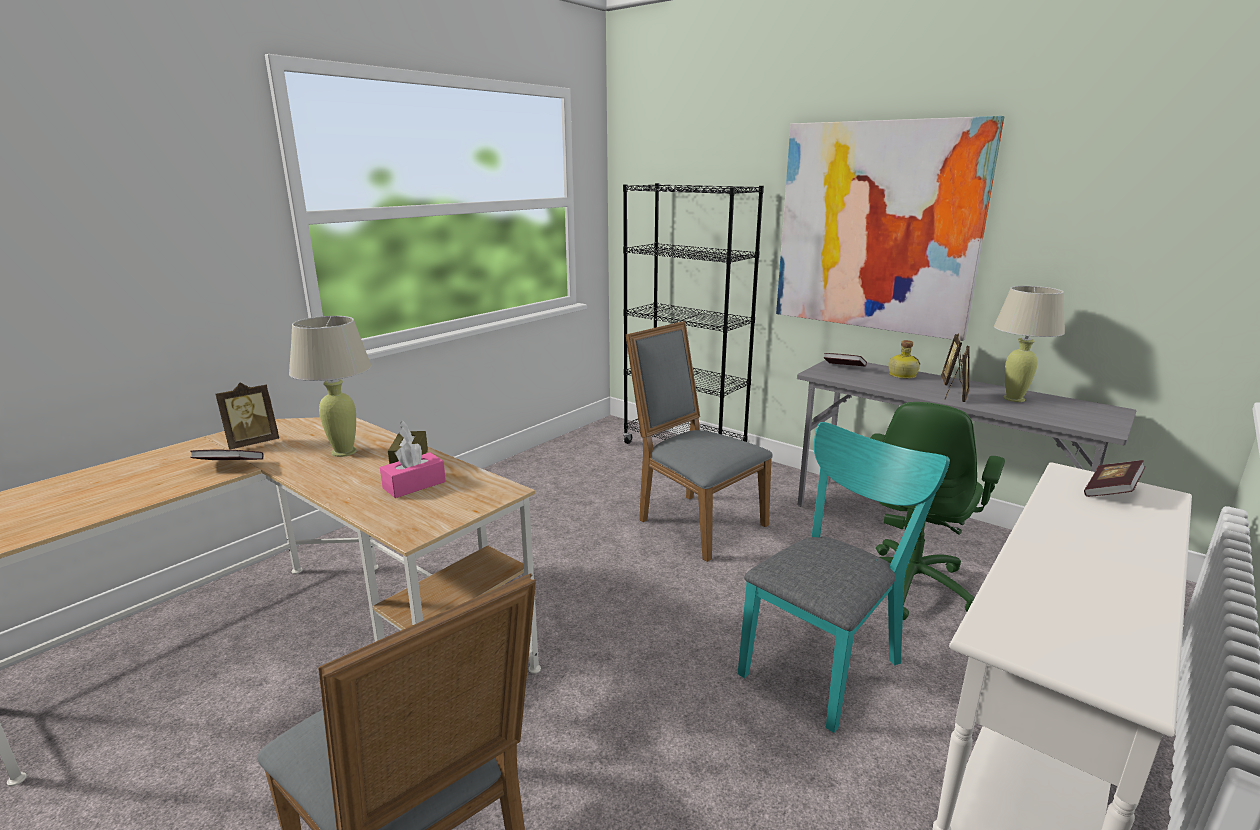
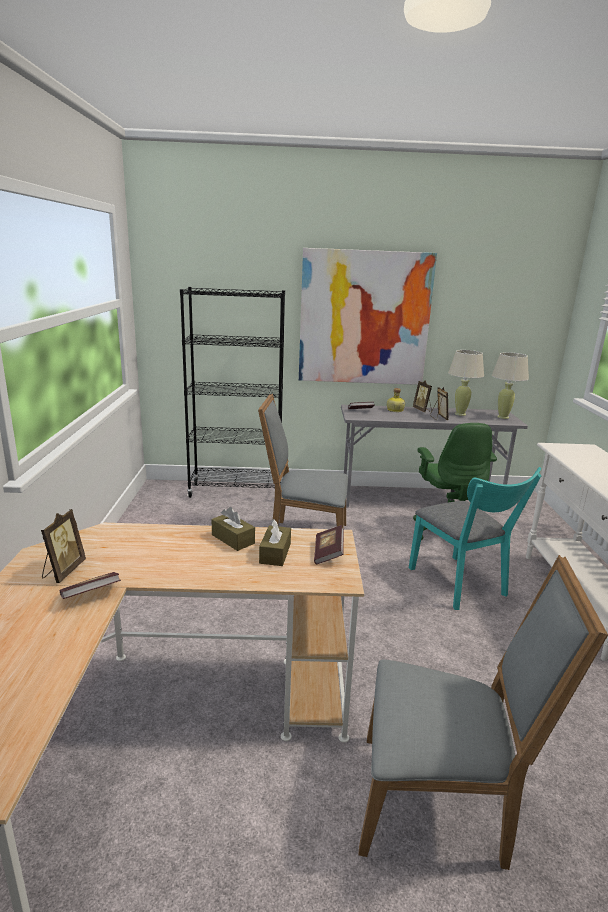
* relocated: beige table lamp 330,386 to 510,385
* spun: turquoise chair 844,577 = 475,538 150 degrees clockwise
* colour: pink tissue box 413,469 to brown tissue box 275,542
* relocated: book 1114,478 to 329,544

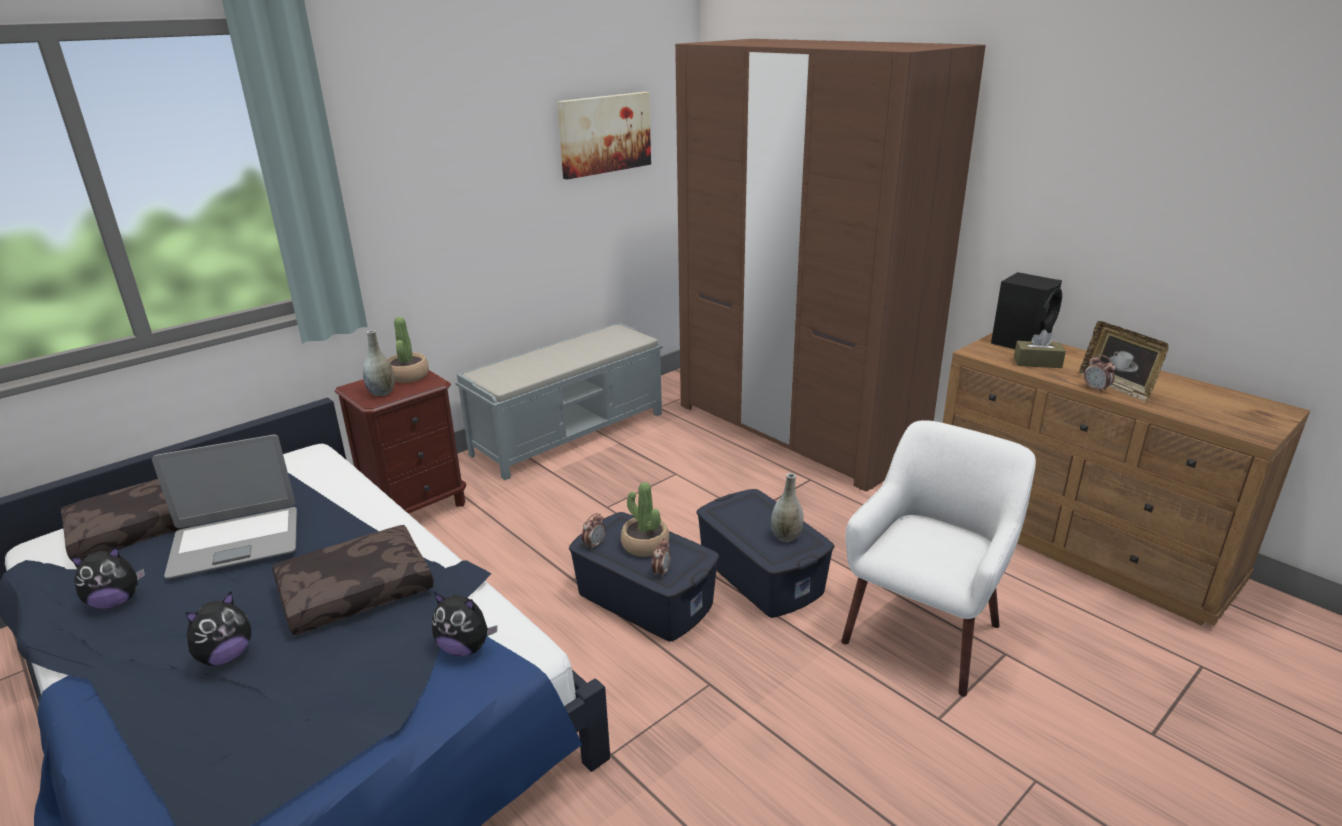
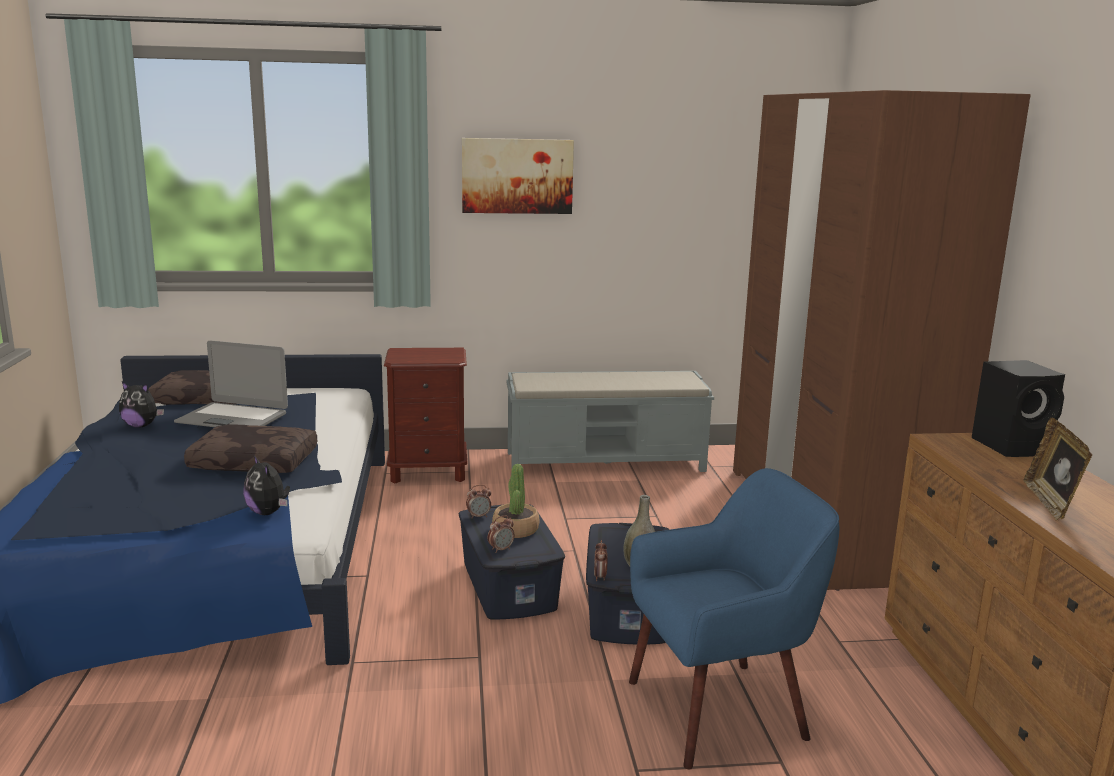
* relocated: picture 604,136 to 518,176
* missing: potted plant 408,350
* missing: brown tissue box 1040,348
* missing: grey vase 379,363
* relocated: alarm clock 1100,374 to 601,560
* colour: white armchair 938,558 to blue armchair 734,618
* missing: plush toy 218,629

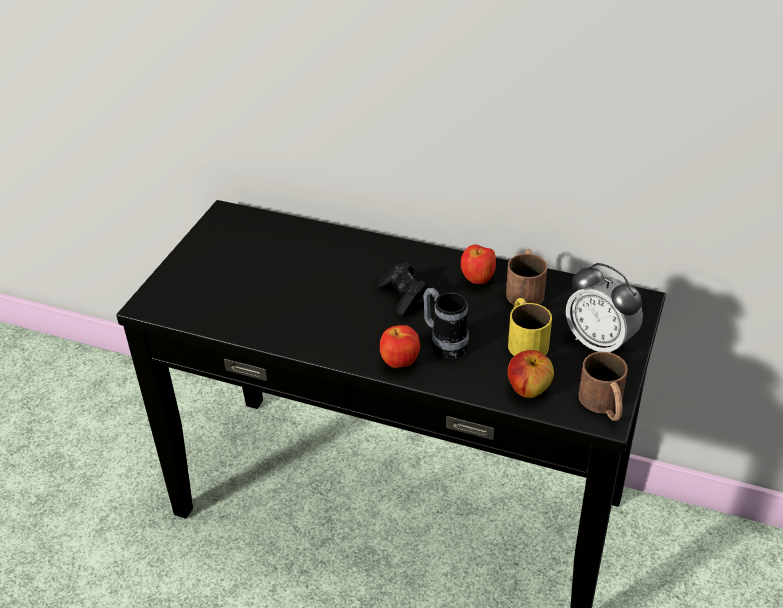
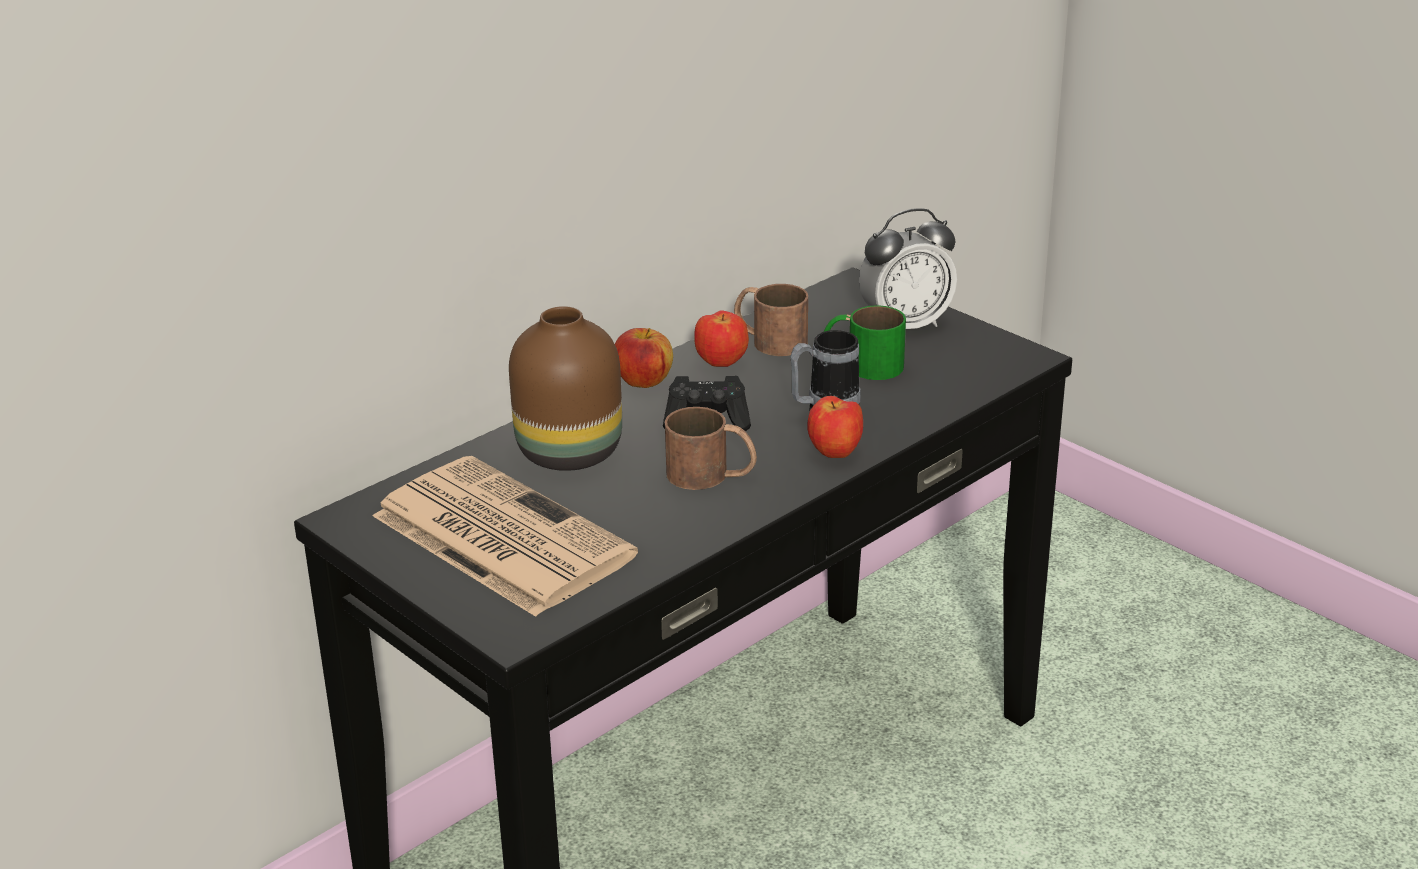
* colour: yellow mug 530,327 to green mug 864,342
* relocated: apple 531,374 to 644,358
* relocated: brown mug 603,386 to 711,448
* appeared: brown vase 565,388
* appeared: newspaper 505,536

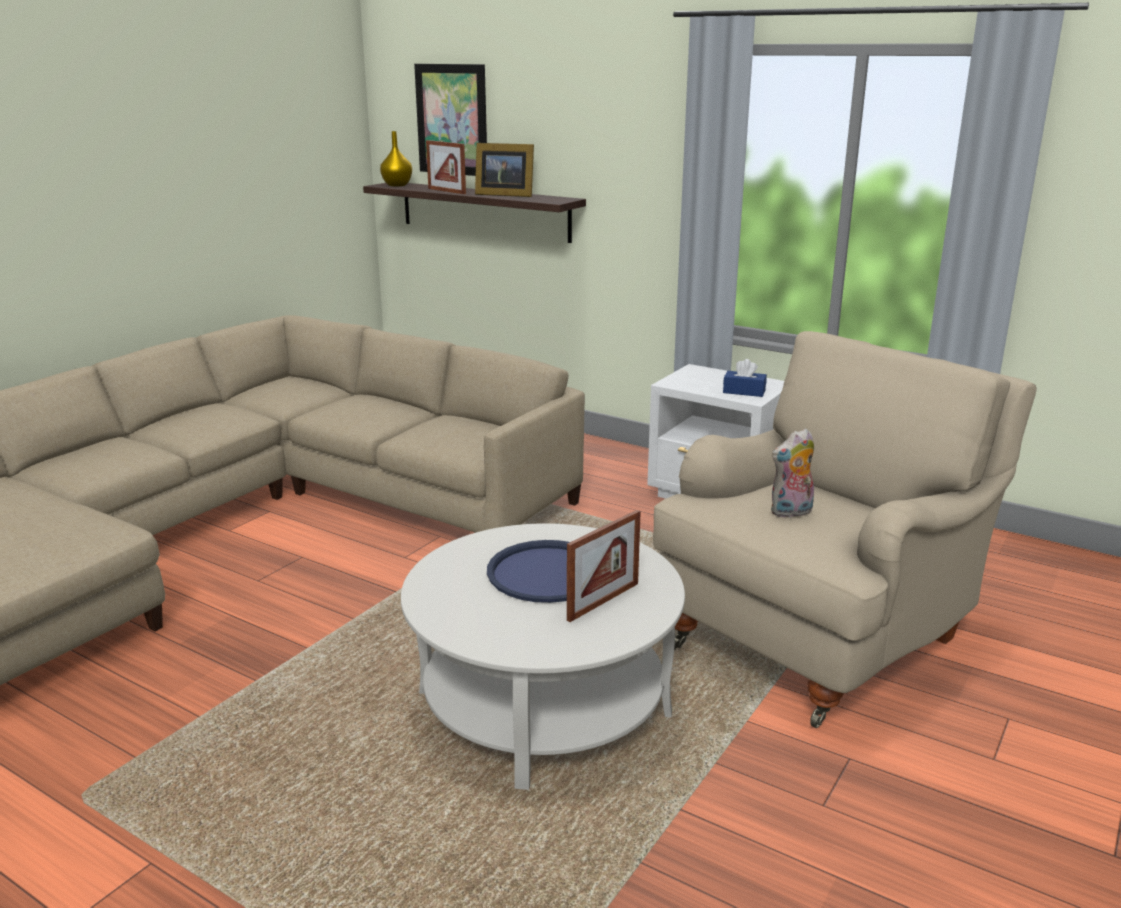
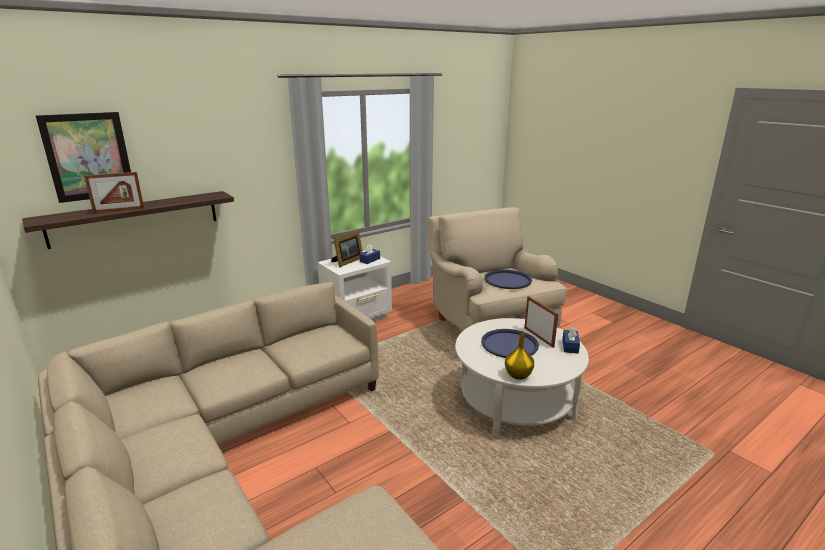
* relocated: yellow vase 396,159 to 519,356
* relocated: picture frame 504,170 to 347,248
* exchanged: plush toy 792,473 to blue tray 508,279
* appeared: blue tissue box 571,340

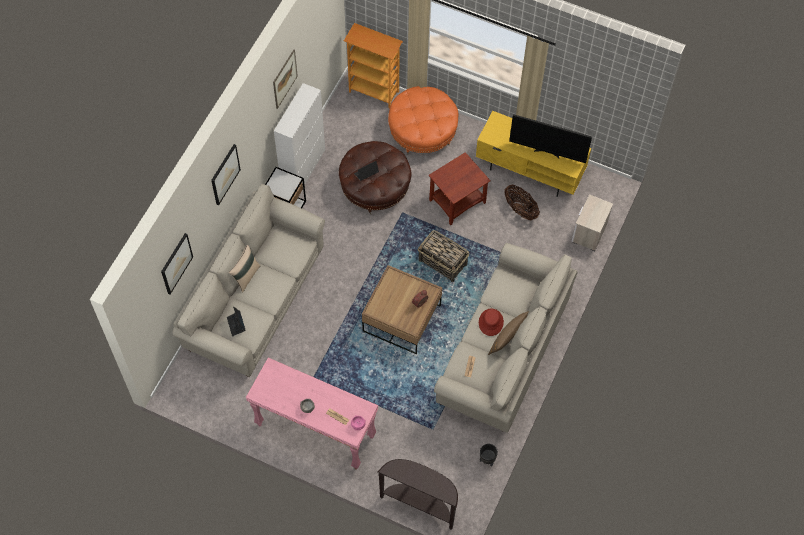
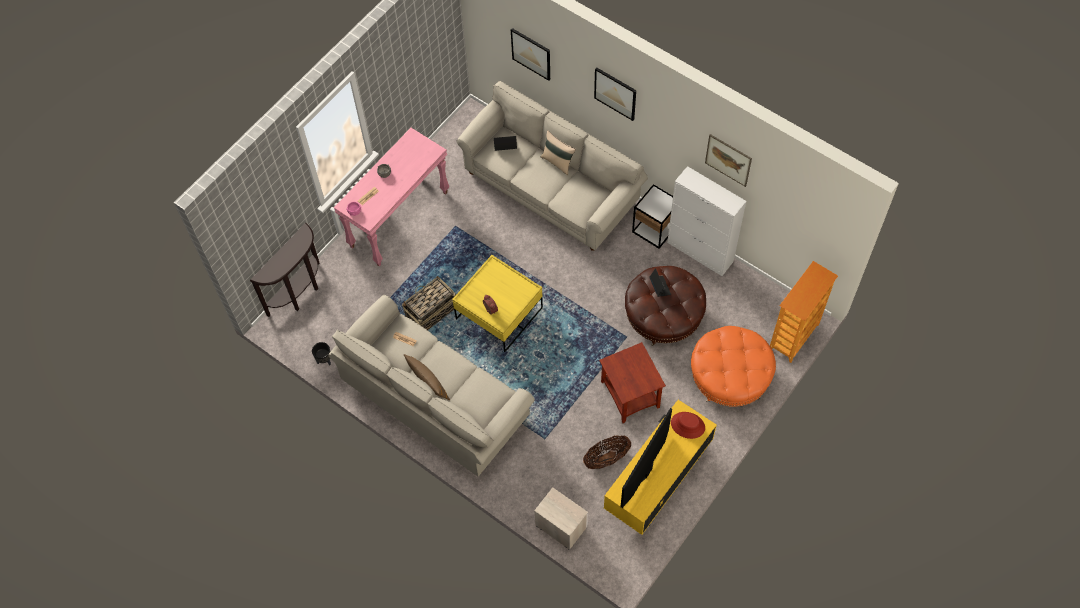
* relocated: basket 443,256 to 429,303
* colour: brown coffee table 402,309 to yellow coffee table 497,303
* relocated: red hat 491,322 to 688,425

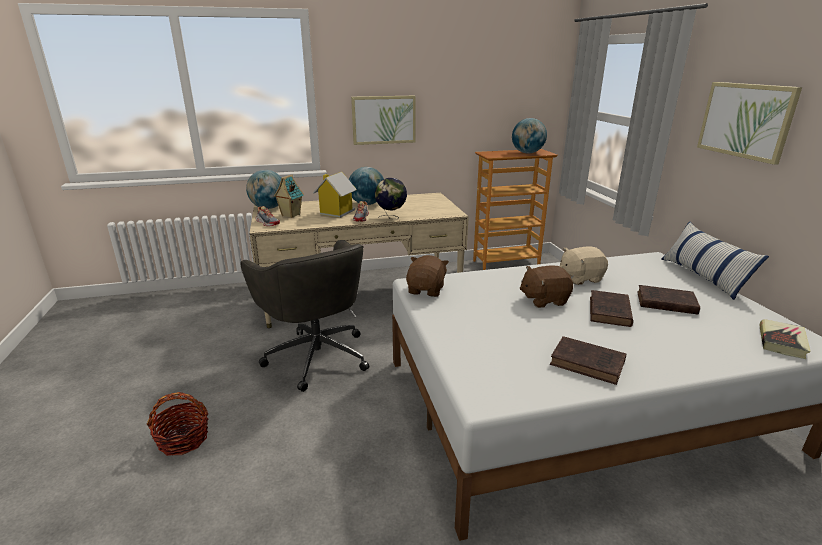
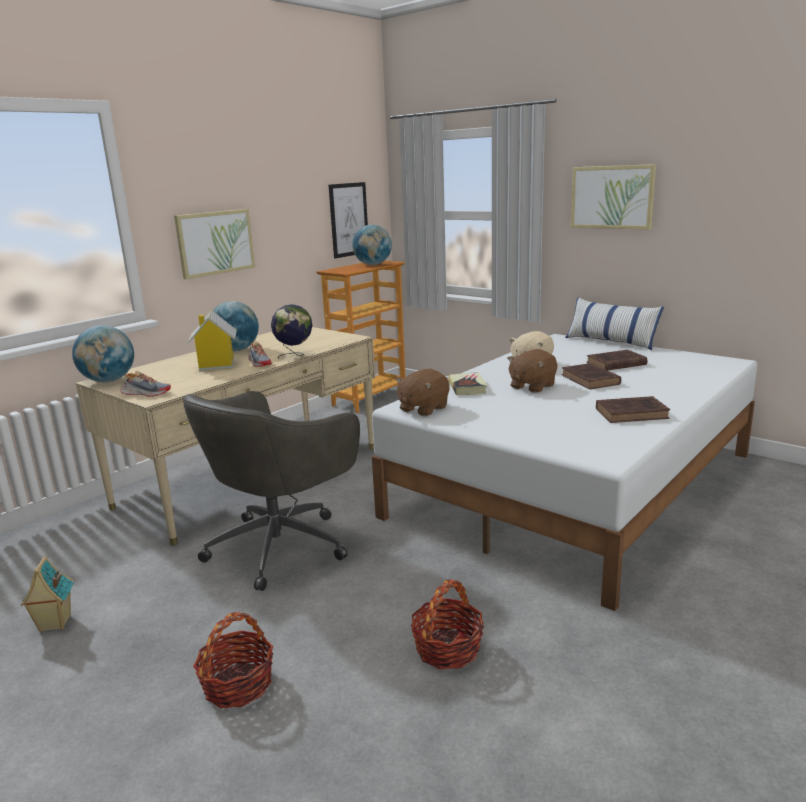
* relocated: toy house 289,196 to 47,594
* spun: grey office chair 304,316 = 271,491 105 degrees clockwise
* spun: brown plush toy 427,276 = 422,392 120 degrees counterclockwise
* relocated: book 785,339 to 467,383
* appeared: picture 348,220
* appeared: basket 447,624

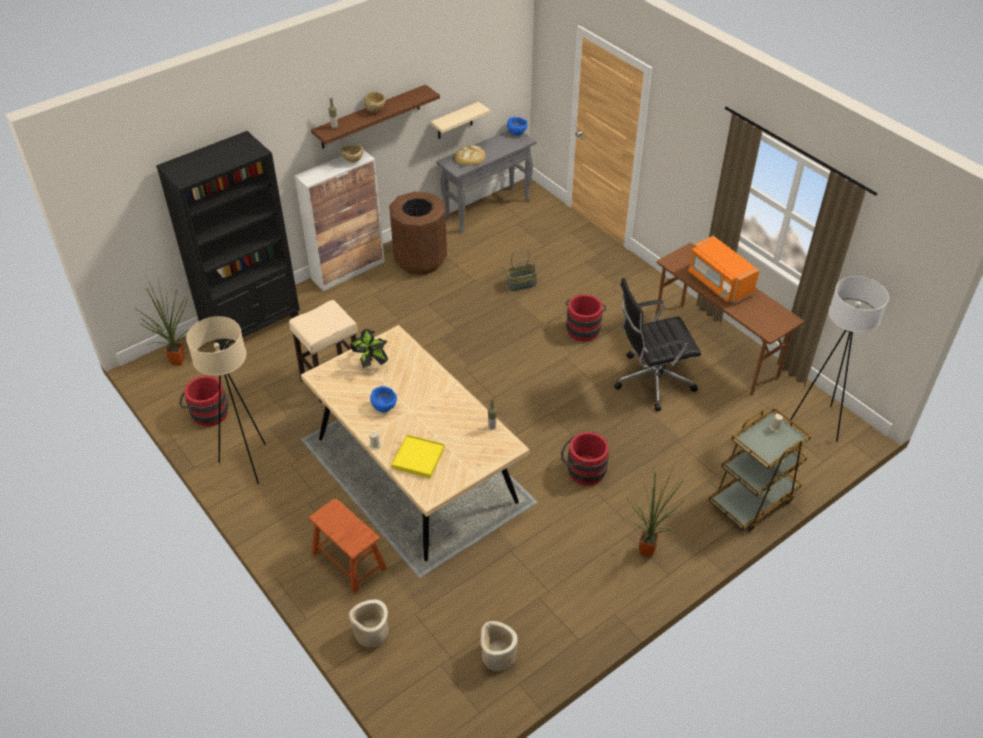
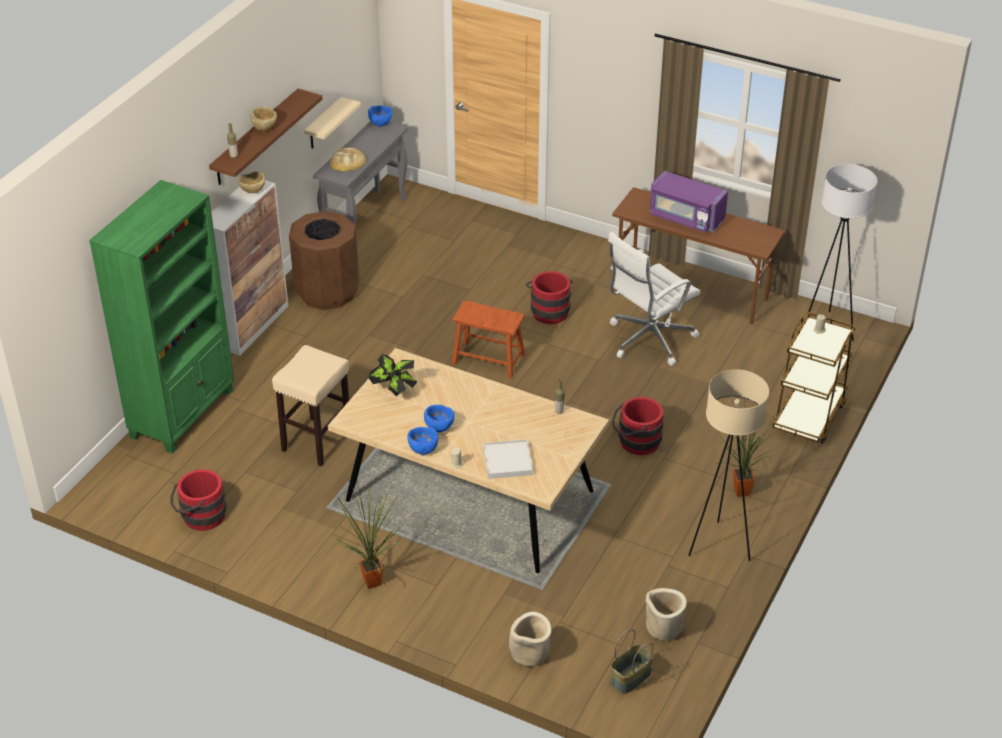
* colour: black bookcase 228,241 to green bookcase 161,317
* colour: orange microwave 723,269 to purple microwave 689,202
* relocated: basket 522,270 to 632,661
* relocated: potted plant 162,320 to 368,534
* colour: black office chair 657,344 to white office chair 654,299
* relocated: beige floor lamp 226,400 to 728,465
* colour: yellow tray 418,456 to white tray 508,459
* relocated: brown stool 348,546 to 488,339
* appeared: blue bowl 422,441

